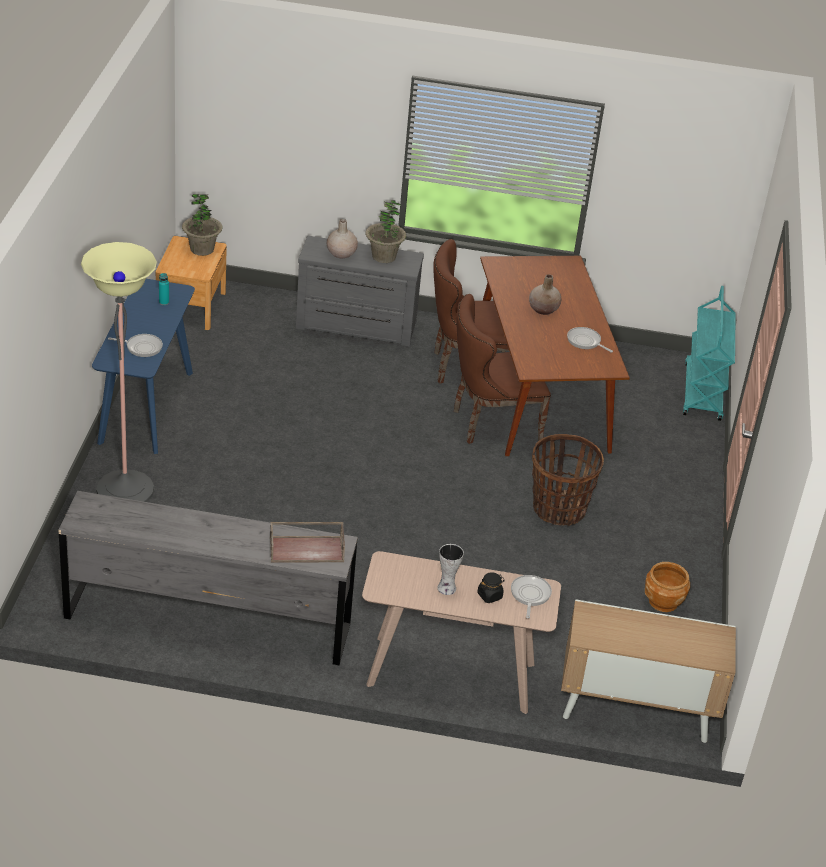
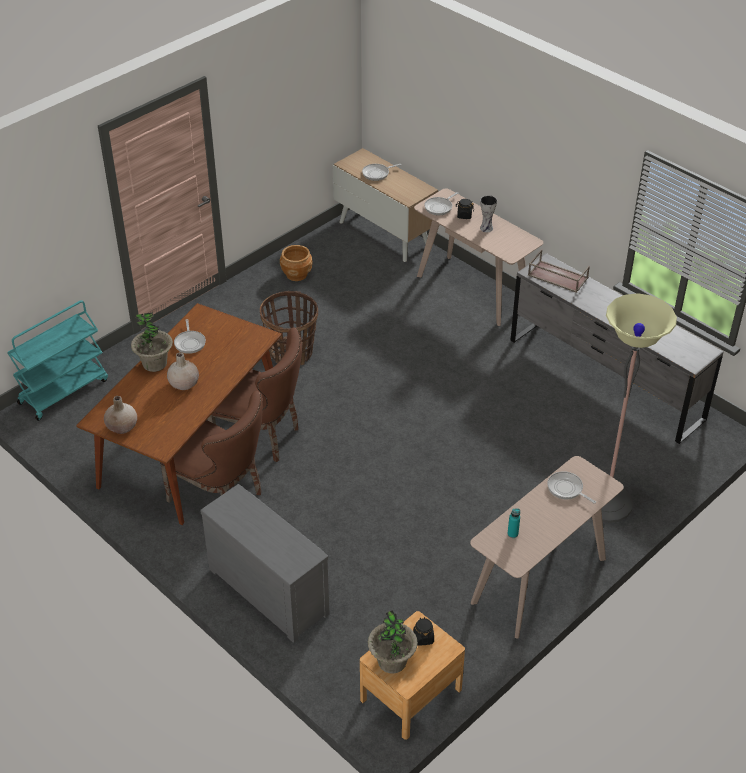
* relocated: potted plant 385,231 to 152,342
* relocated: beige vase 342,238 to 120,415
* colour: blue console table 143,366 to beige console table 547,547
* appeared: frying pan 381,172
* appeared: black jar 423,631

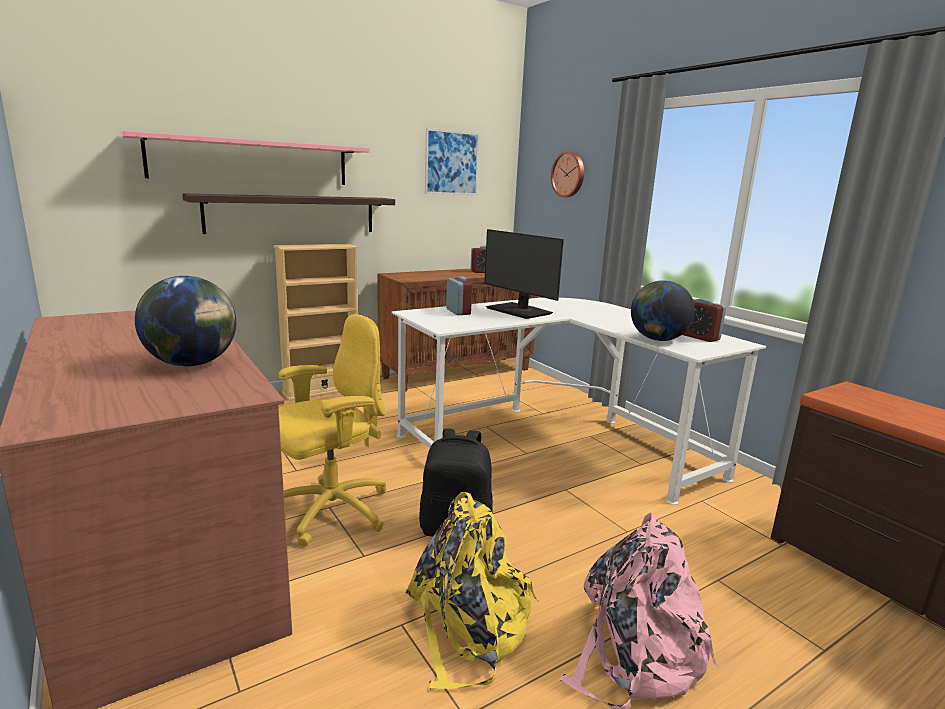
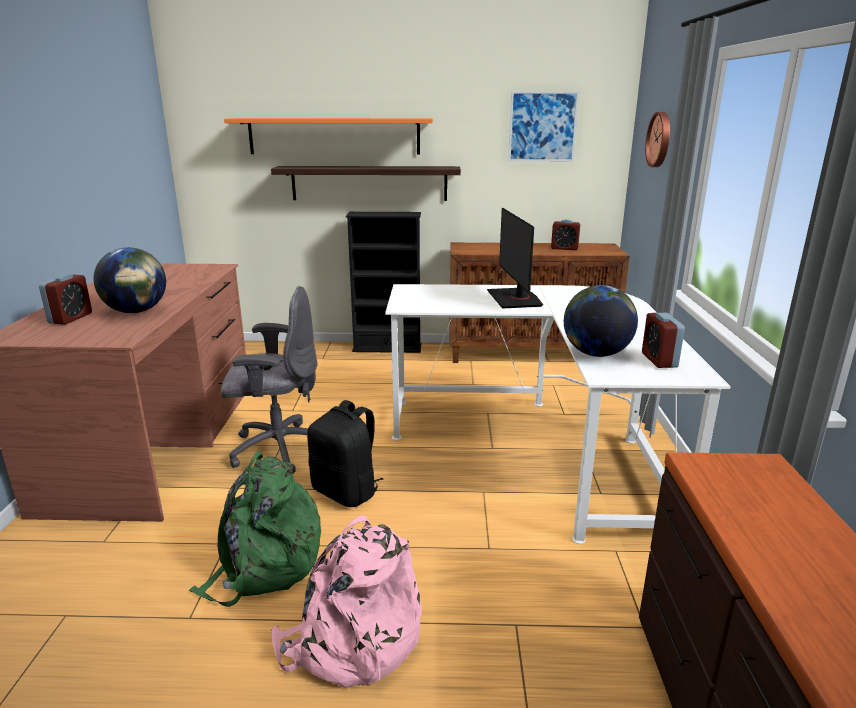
* colour: pink shelf 245,158 to orange shelf 328,136
* colour: beige bookcase 316,322 to black bookcase 383,282
* relocated: alarm clock 459,295 to 65,299
* colour: yellow office chair 332,430 to grey office chair 269,380
* colour: yellow backpack 472,591 to green backpack 255,529

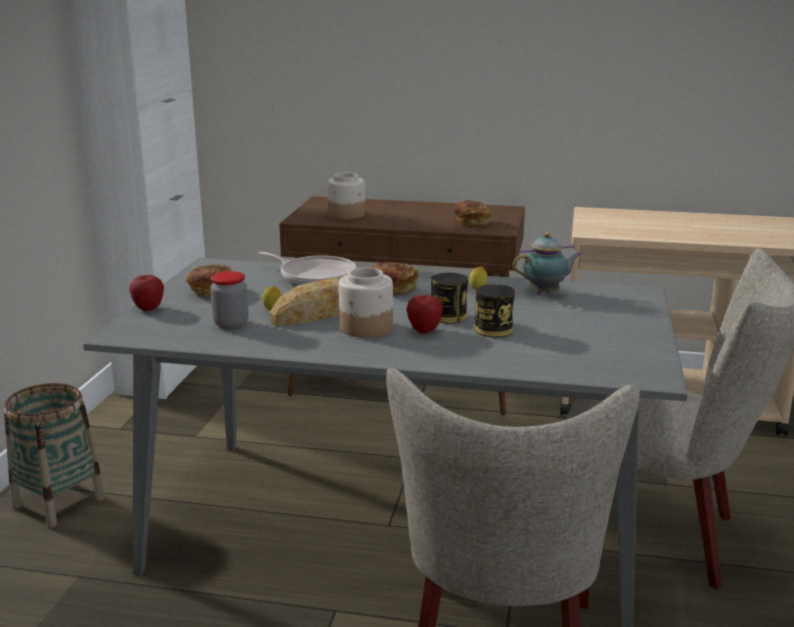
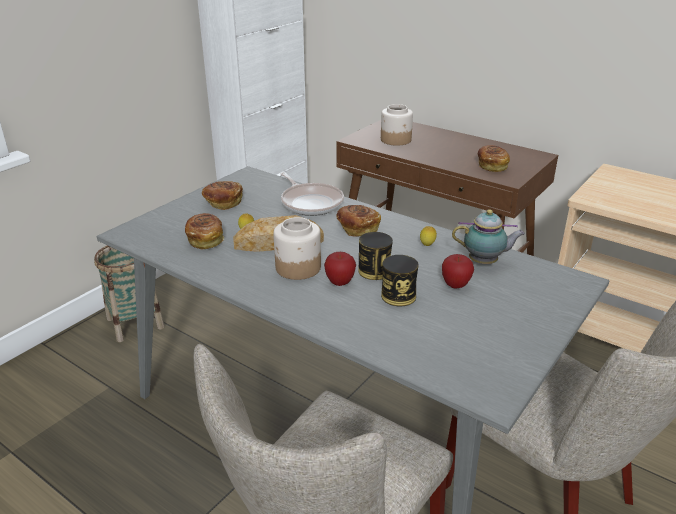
* exchanged: jar 229,300 to bread 204,231
* relocated: apple 146,293 to 458,271

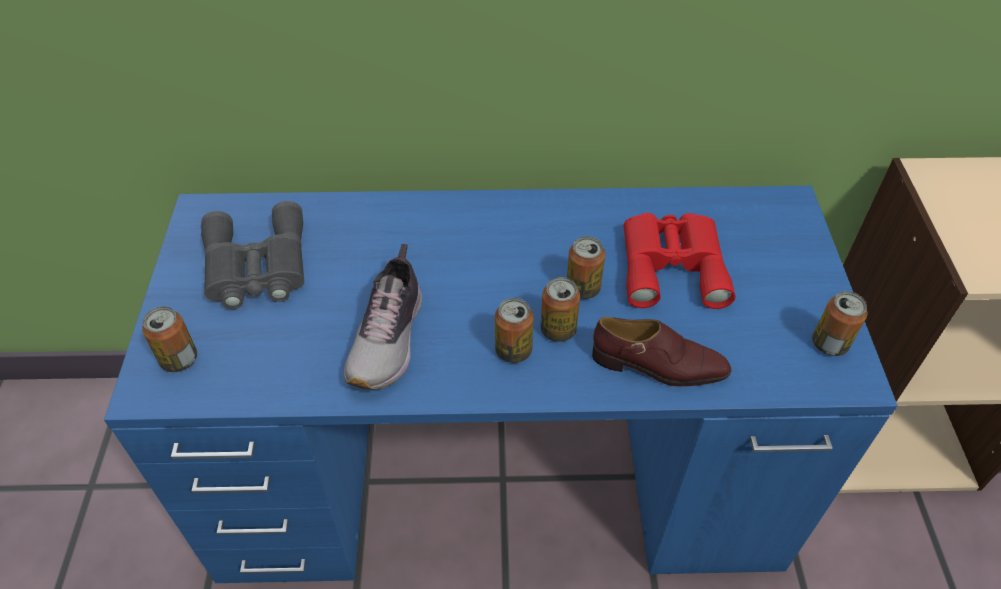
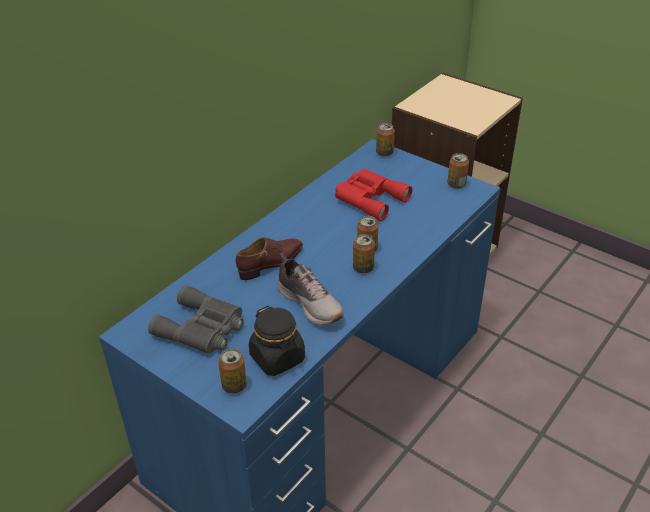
* relocated: can 586,267 to 385,140
* relocated: brown shoe 661,352 to 269,258
* appeared: black jar 277,341

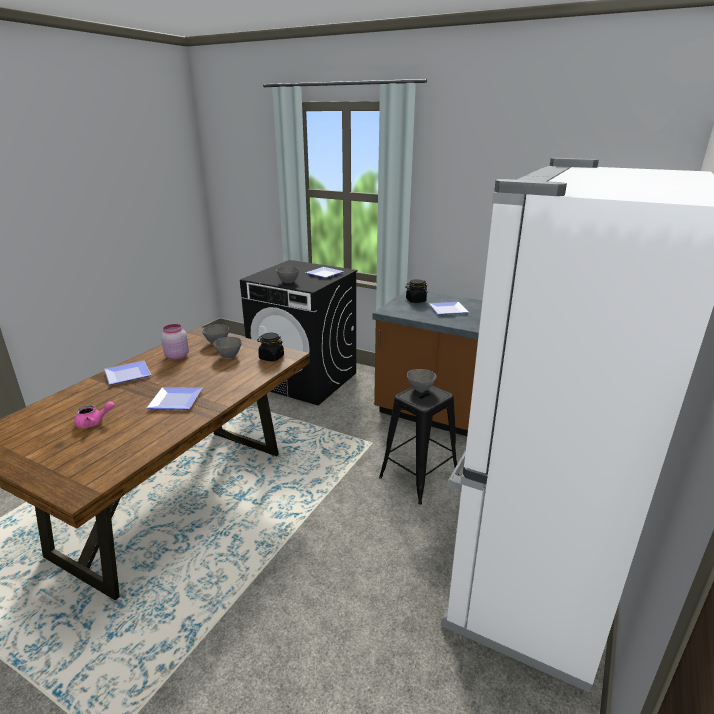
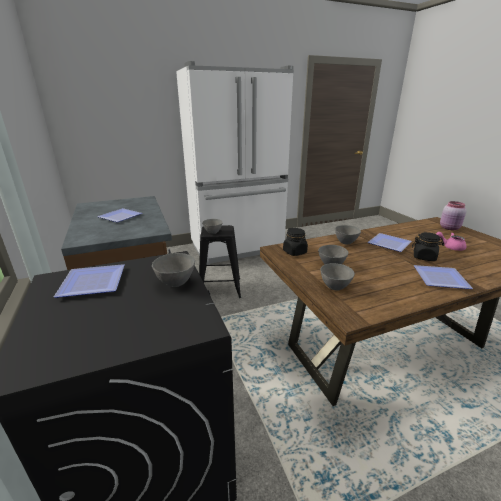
* relocated: black jar 416,291 to 428,246
* relocated: pink jar 175,342 to 453,215
* appeared: grey bowl 348,235

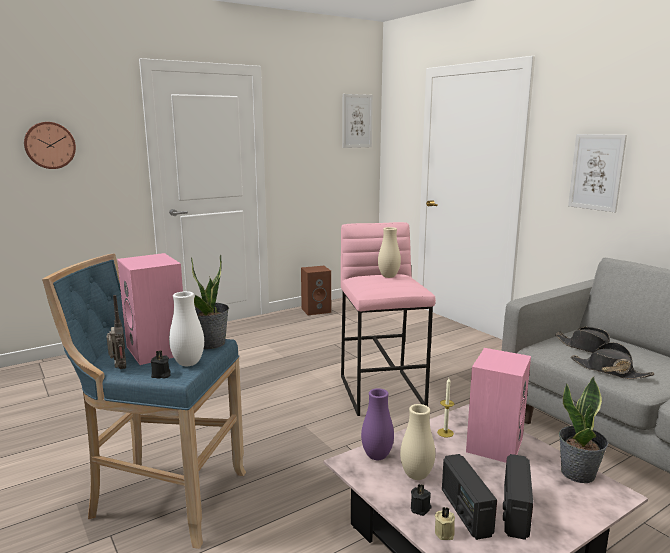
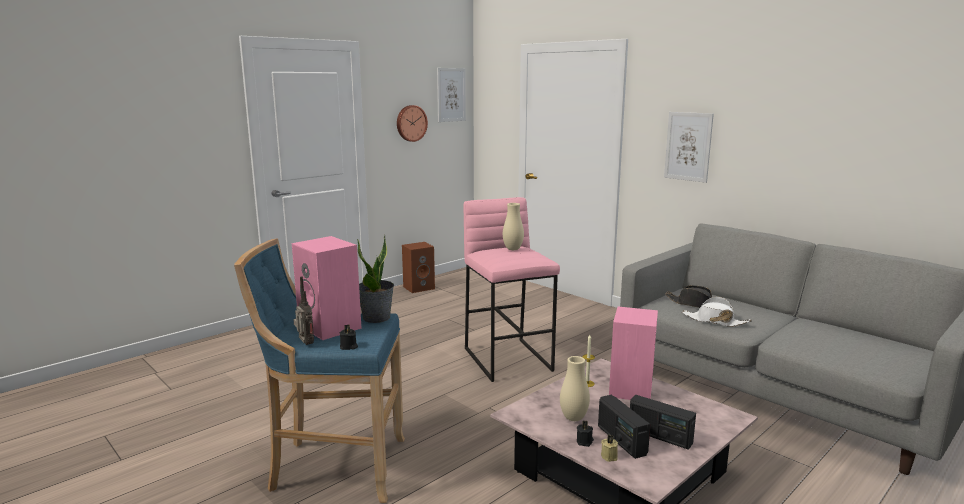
* relocated: wall clock 50,145 to 412,123
* missing: white vase 186,328
* colour: black hat 612,360 to white hat 717,312
* missing: potted plant 584,429
* missing: purple vase 377,424
* spun: radio 518,497 = 663,422 60 degrees counterclockwise

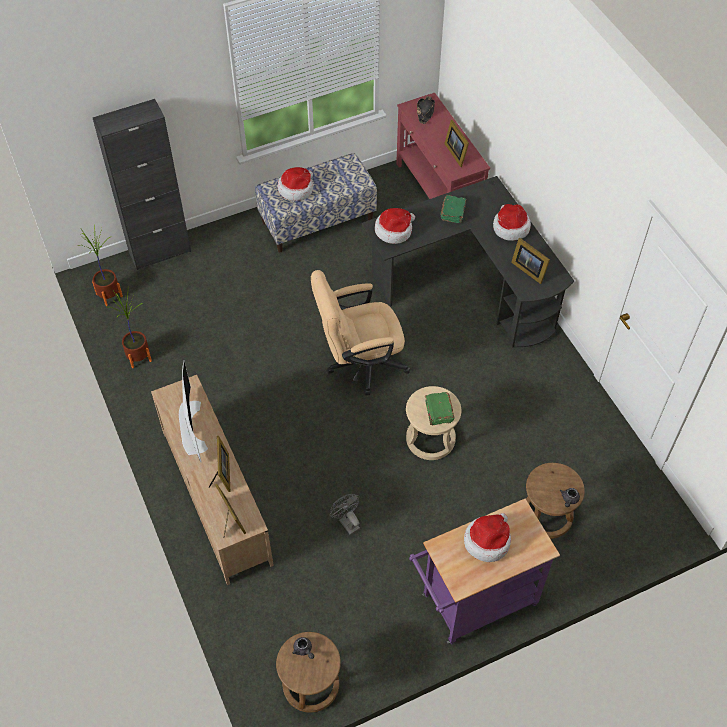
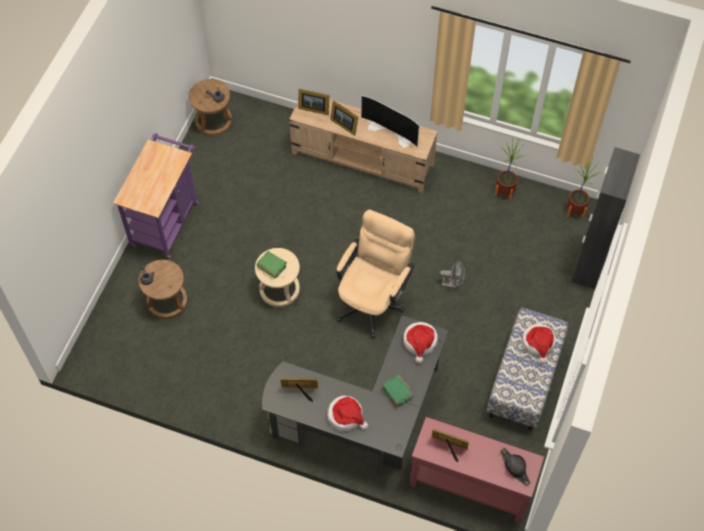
* relocated: grey fan 344,514 to 452,274
* missing: hat 487,537

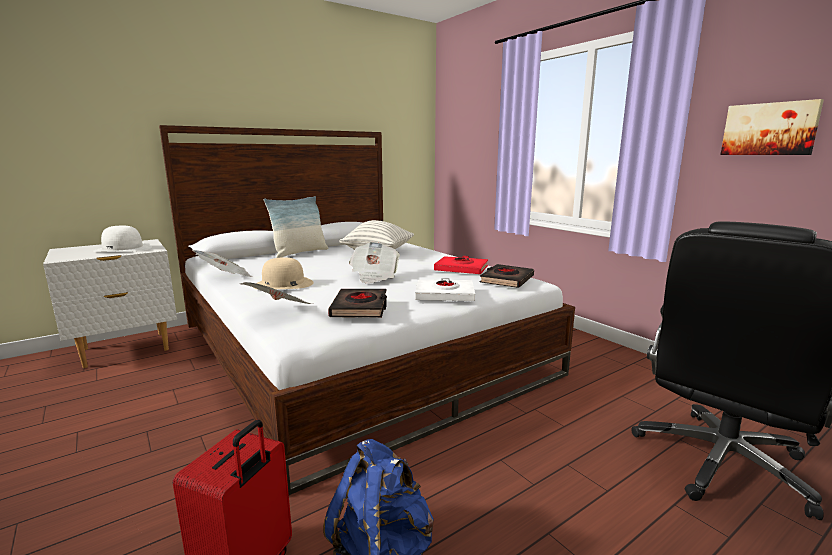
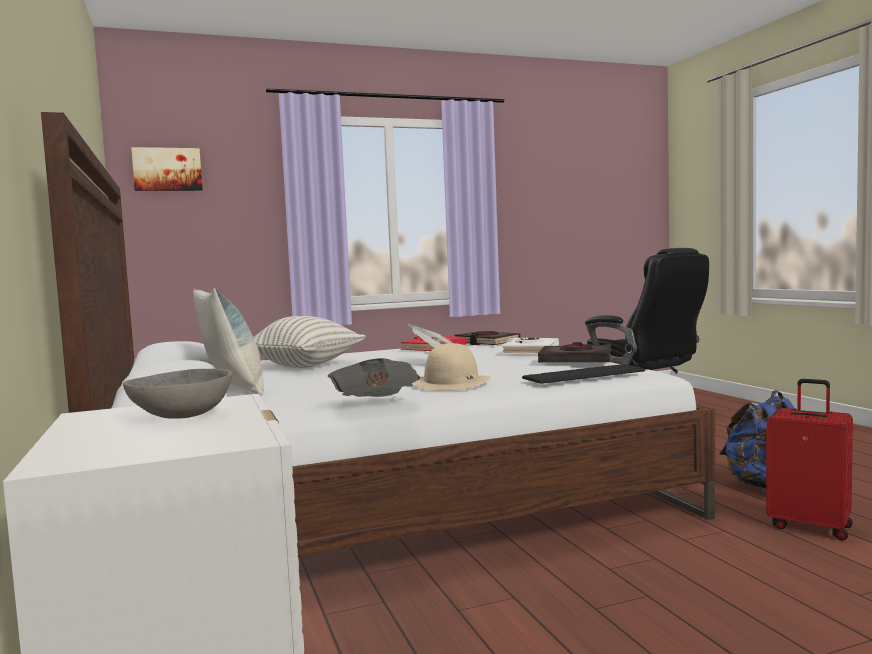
* relocated: picture 772,127 to 167,169
* exchanged: white hat 122,239 to grey bowl 178,394
* exchanged: newspaper 276,293 to keyboard 583,374

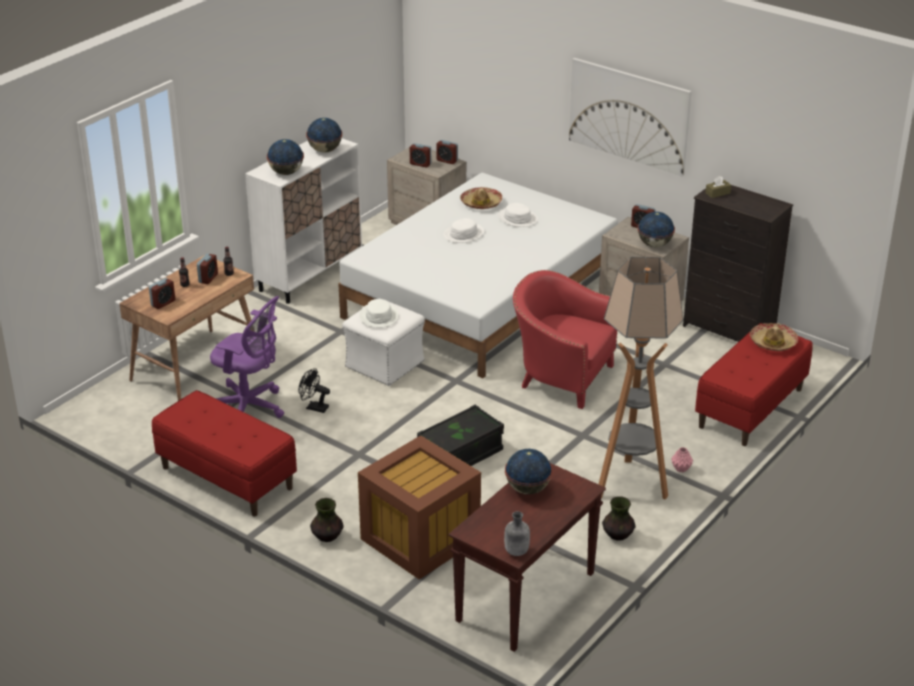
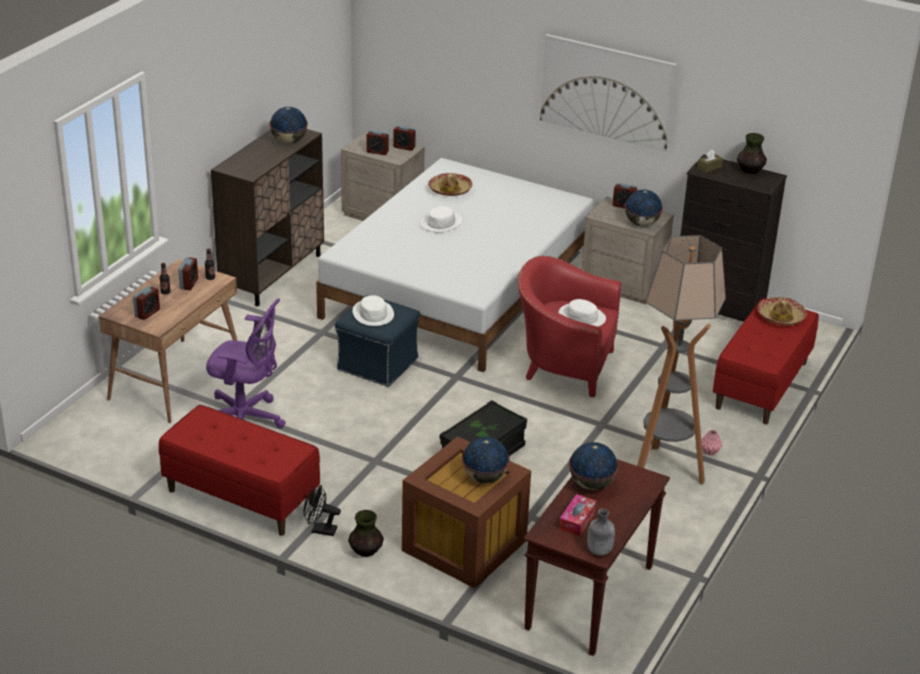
* colour: white cabinet 303,221 to brown cabinet 267,217
* relocated: globe 285,157 to 485,460
* relocated: white hat 518,215 to 582,313
* colour: white ottoman 383,344 to blue ottoman 377,341
* relocated: black fan 314,390 to 322,510
* relocated: vase 619,518 to 752,153
* appeared: tissue box 578,515

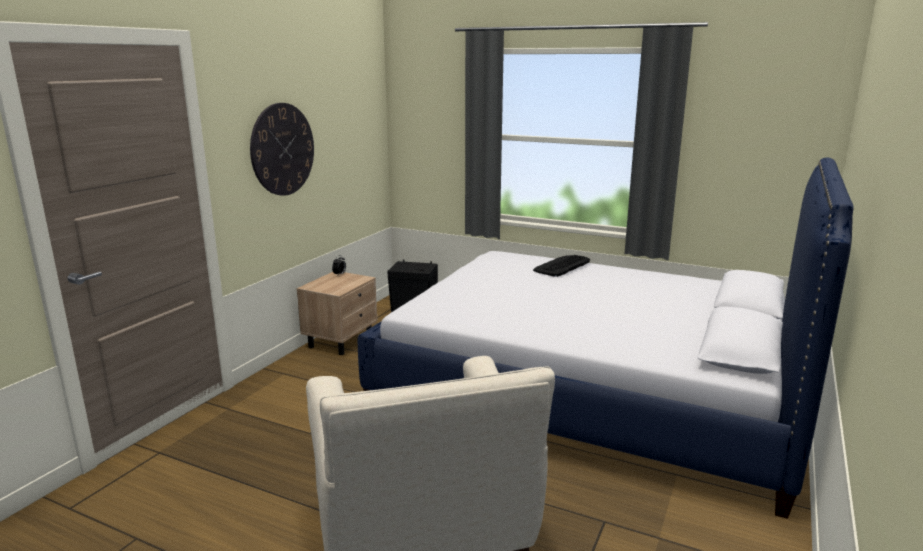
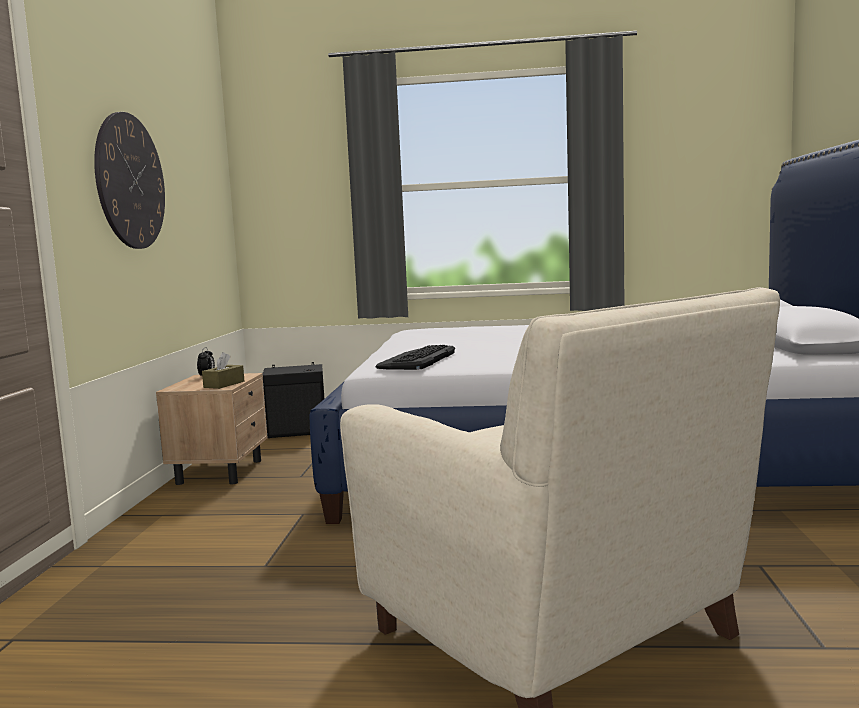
* relocated: keyboard 561,266 to 415,357
* appeared: brown tissue box 223,370

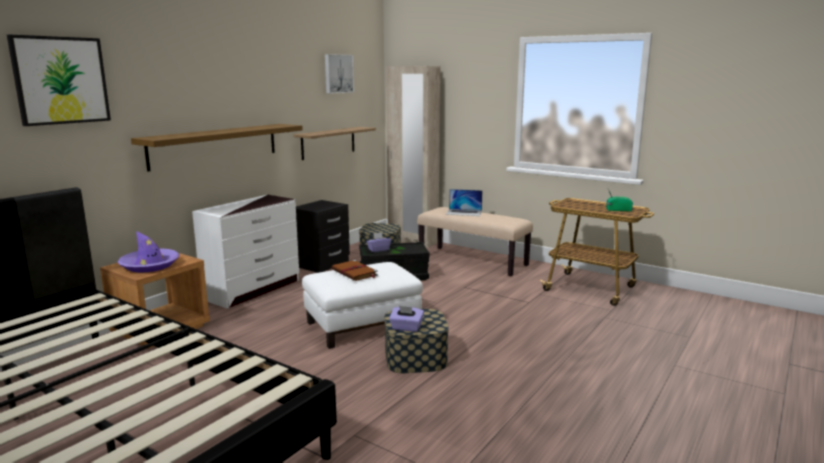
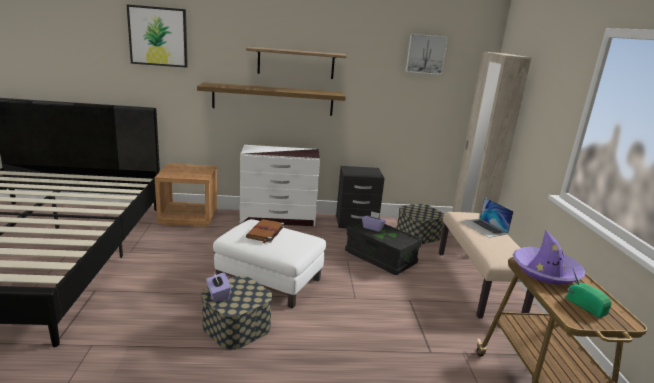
* relocated: shelf 334,143 to 296,63
* relocated: purple hat 149,252 to 549,257

